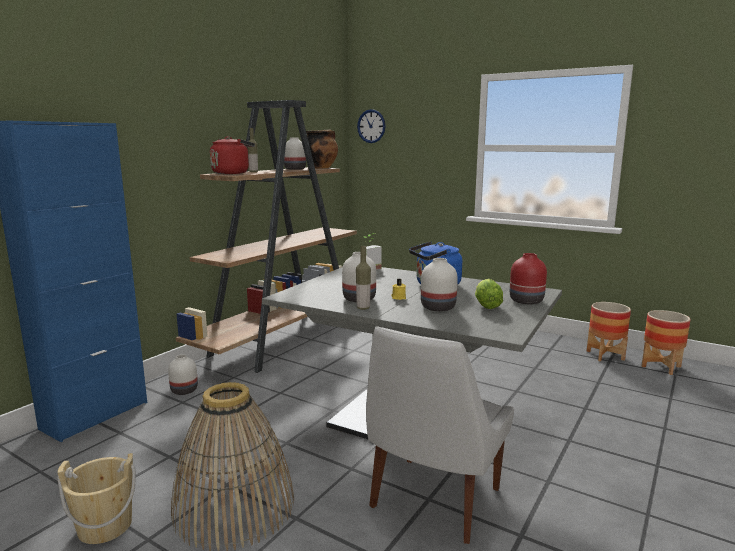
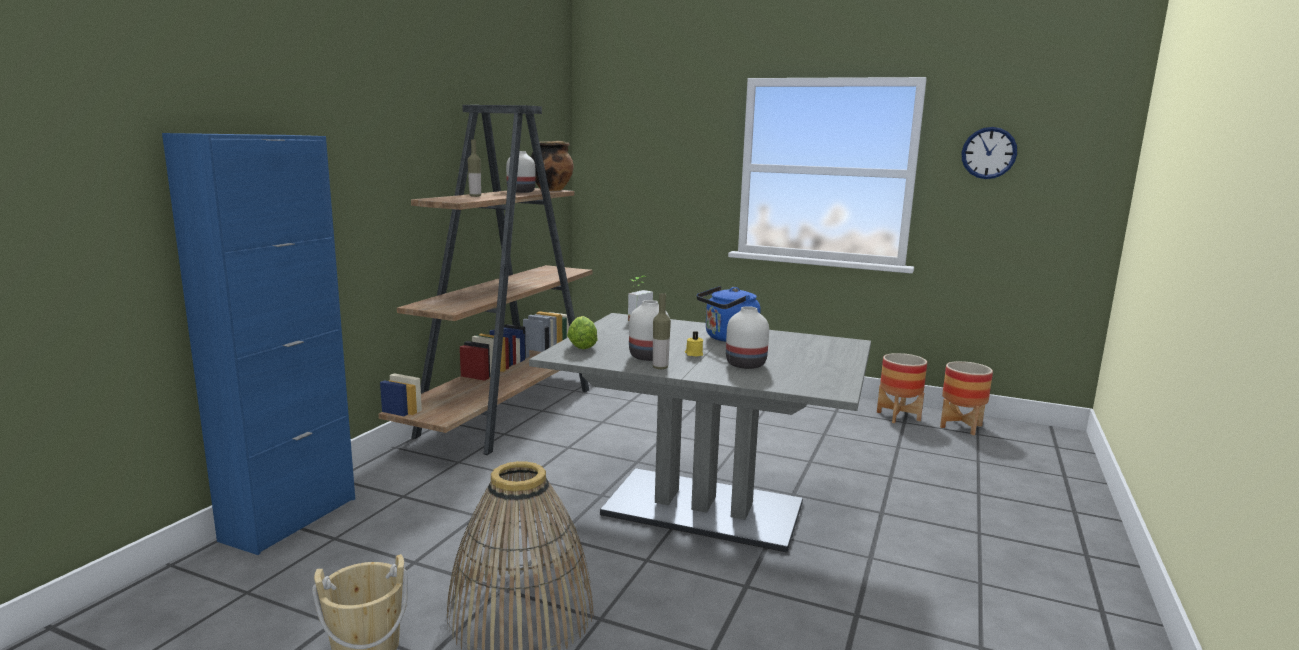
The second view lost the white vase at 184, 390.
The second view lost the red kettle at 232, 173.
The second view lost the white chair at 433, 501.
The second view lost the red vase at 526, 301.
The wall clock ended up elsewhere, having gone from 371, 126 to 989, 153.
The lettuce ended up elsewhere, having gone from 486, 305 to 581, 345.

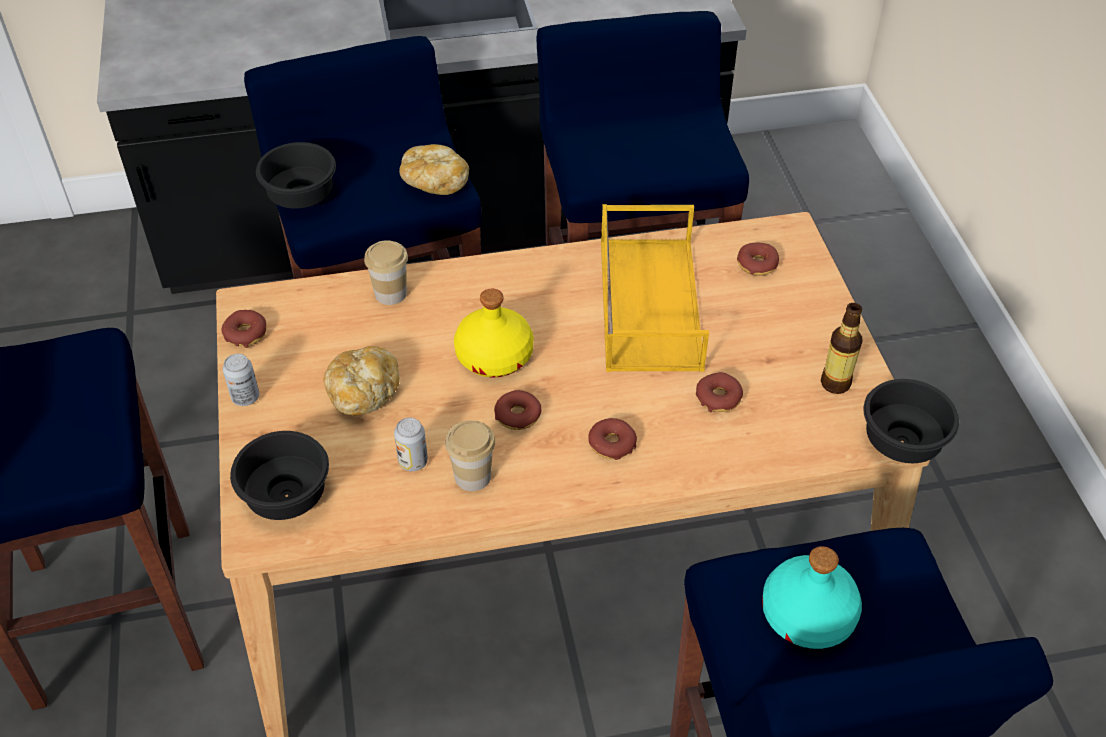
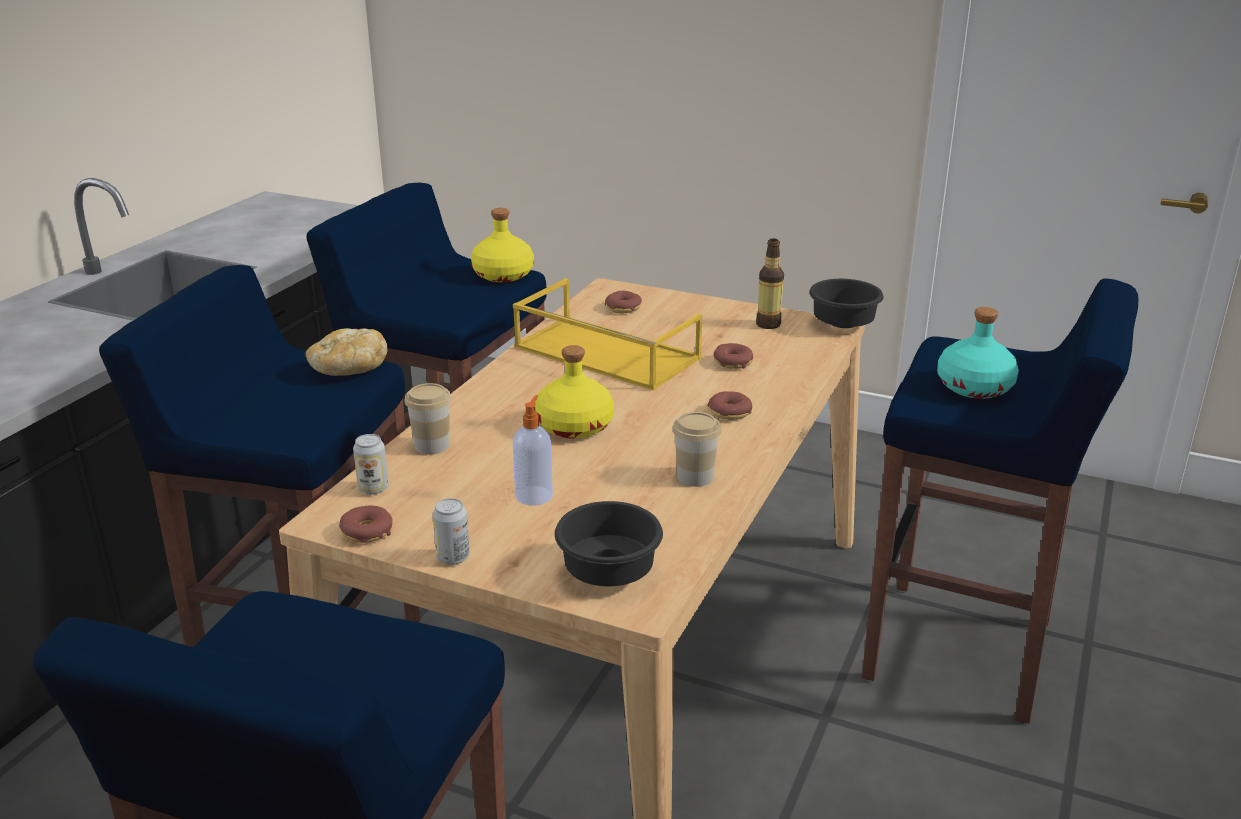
The second view lost the black bowl at 304, 196.
The second view lost the donut at 517, 415.
The second view gained the yellow bottle at 502, 275.
The can ended up elsewhere, having gone from 413, 461 to 373, 488.
Where the bread stood at 364, 393, the soap dispenser came to stand at 534, 495.

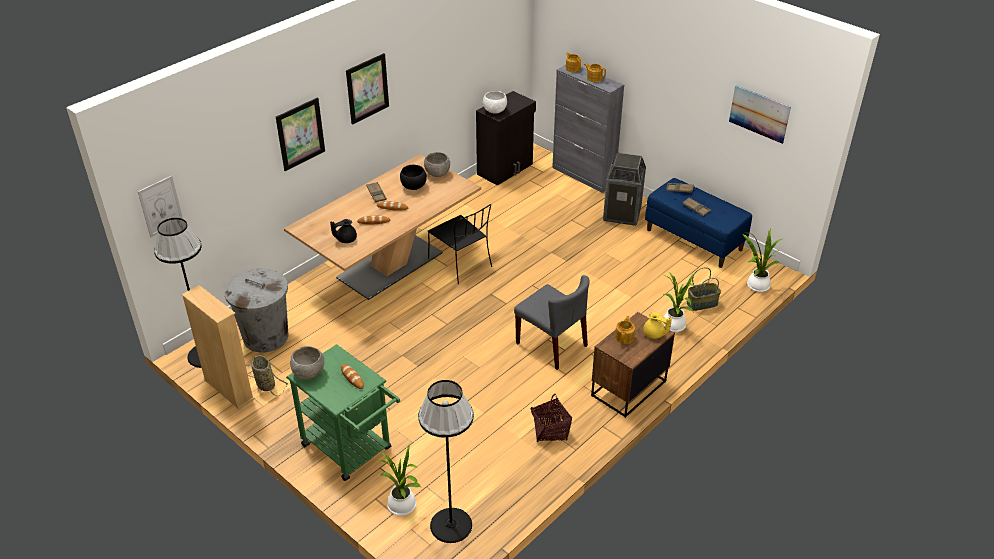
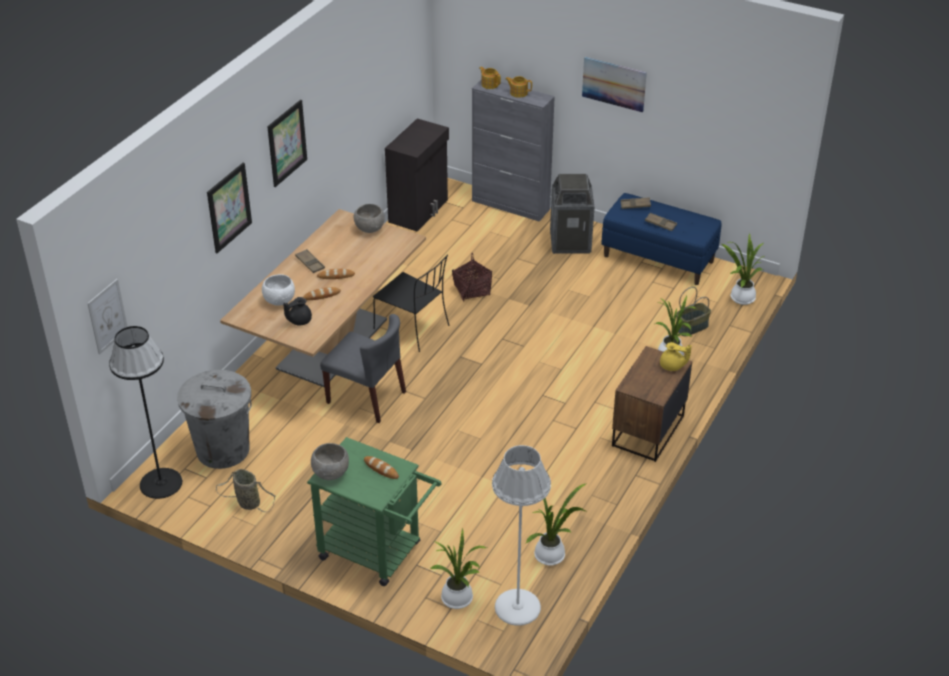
The second view lost the beige bookcase at 229, 389.
The second view lost the black bowl at 413, 186.
The second view lost the teapot at 624, 337.
The second view gained the potted plant at 552, 555.
The white bowl ended up elsewhere, having gone from 495, 111 to 280, 301.
The grey chair ended up elsewhere, having gone from 552, 344 to 367, 397.
The basket ended up elsewhere, having gone from 550, 430 to 472, 290.
The picture ended up elsewhere, having gone from 759, 114 to 614, 84.
What was the black floor lamp at 451, 525 turned into the white floor lamp at 517, 607.

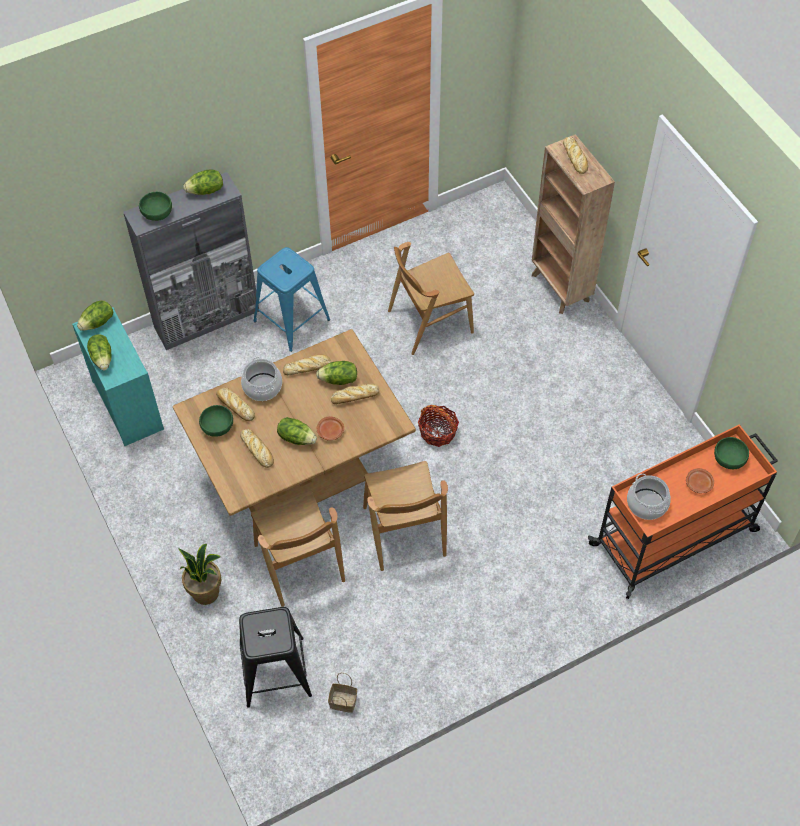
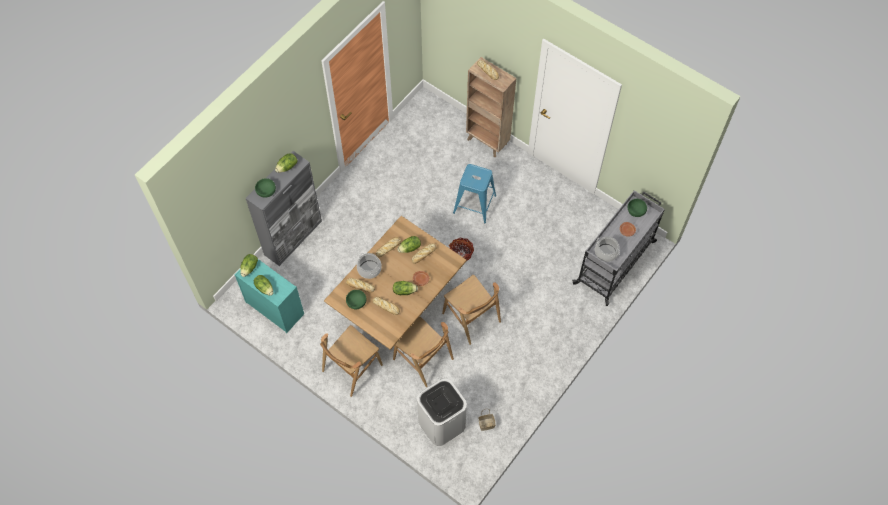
The second view lost the potted plant at 206, 592.
The blue stool ended up elsewhere, having gone from 291, 320 to 474, 204.
The brown chair ended up elsewhere, having gone from 430, 321 to 352, 368.
Where the black stool stood at 275, 671, the white trash can came to stand at 441, 423.
What was the orange cart at 675, 537 turned into the grey cart at 615, 262.

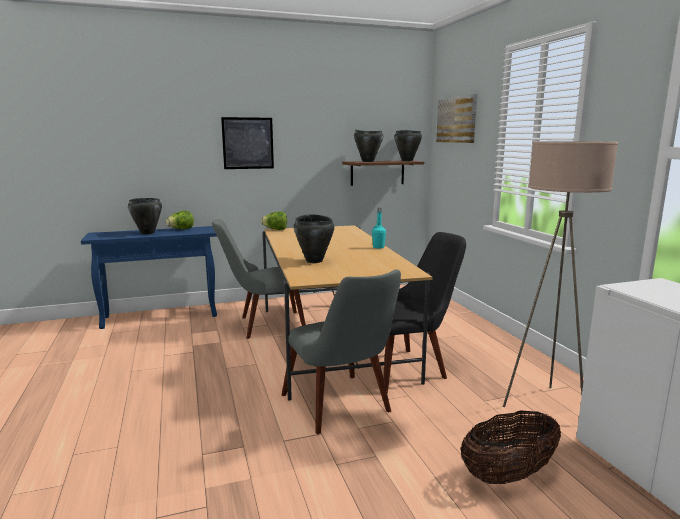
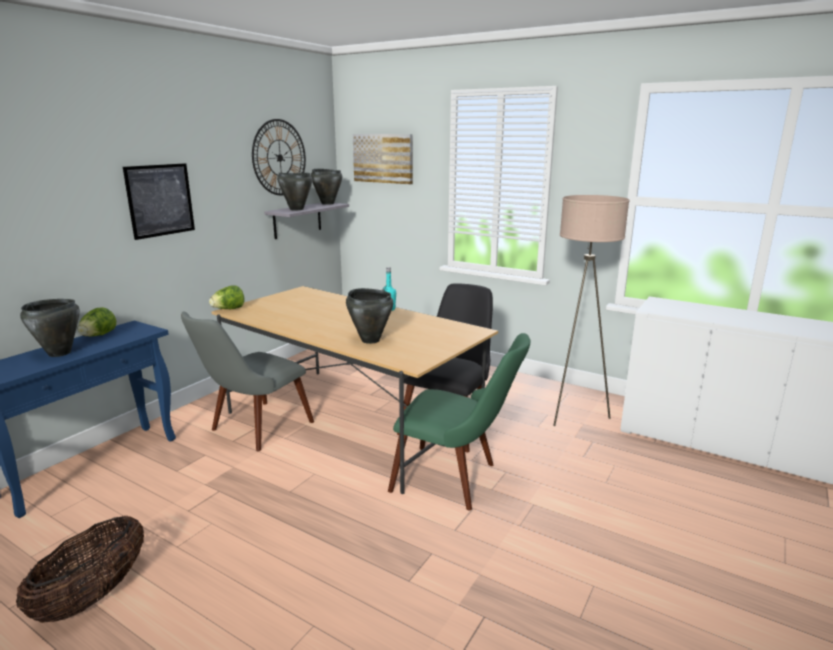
The second view gained the wall clock at 279, 157.
The basket ended up elsewhere, having gone from 508, 475 to 93, 596.
What was the grey chair at 343, 409 turned into the green chair at 457, 479.
What was the brown shelf at 377, 173 turned into the grey shelf at 297, 220.

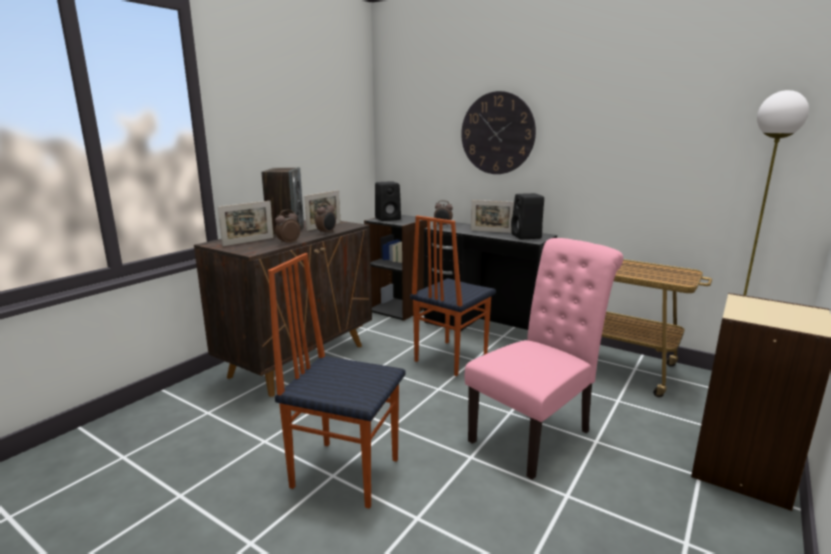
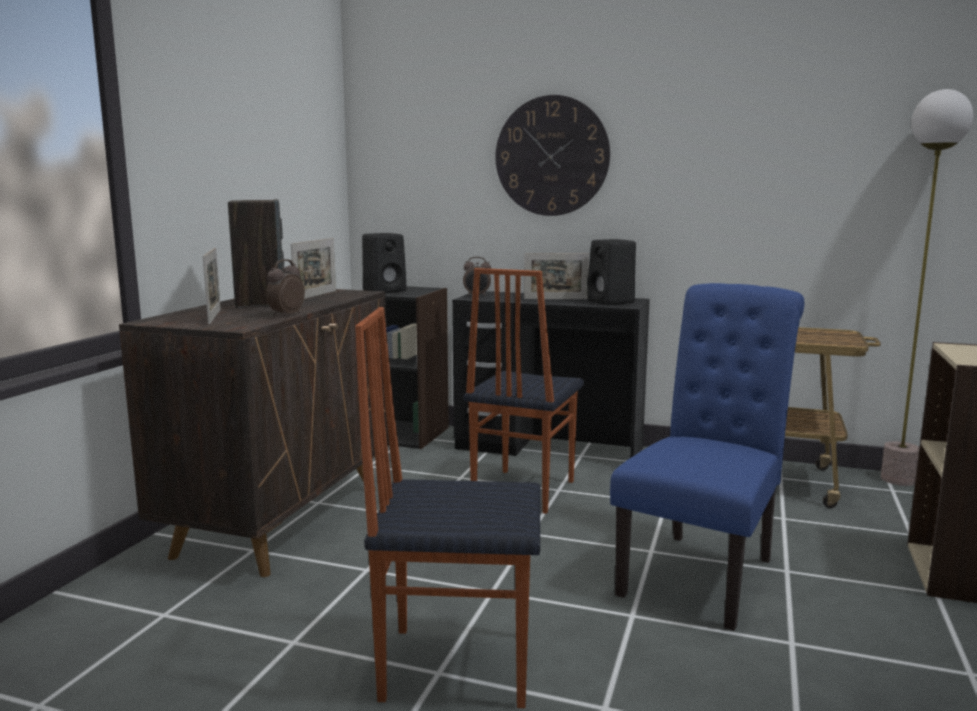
The second view lost the alarm clock at 327, 233.
What was the pink chair at 536, 433 turned into the blue chair at 703, 572.
The picture frame at 248, 242 ended up facing another way, 45 degrees counterclockwise from before.

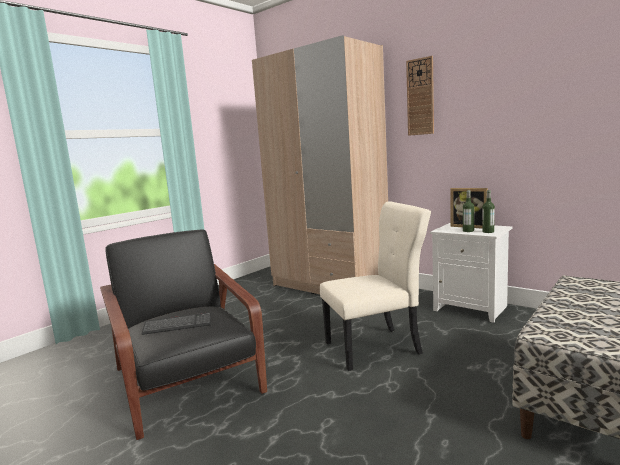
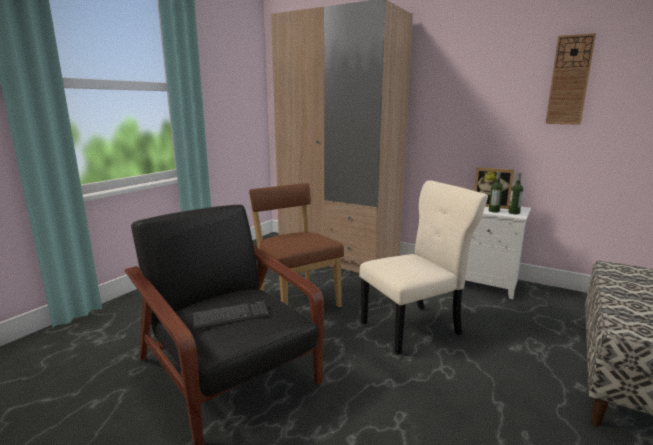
The second view gained the brown chair at 296, 300.
The wall clock ended up elsewhere, having gone from 420, 97 to 569, 80.

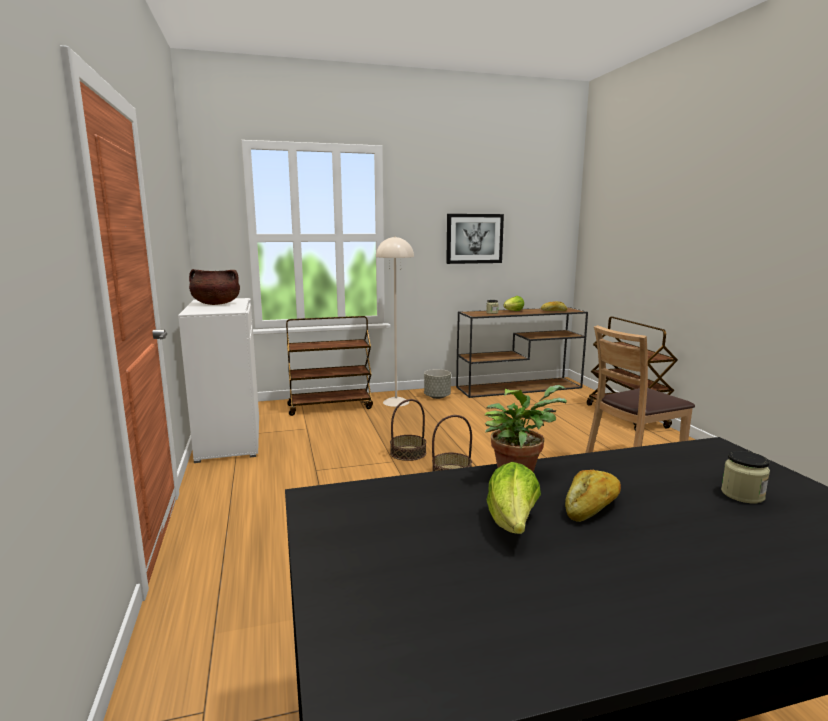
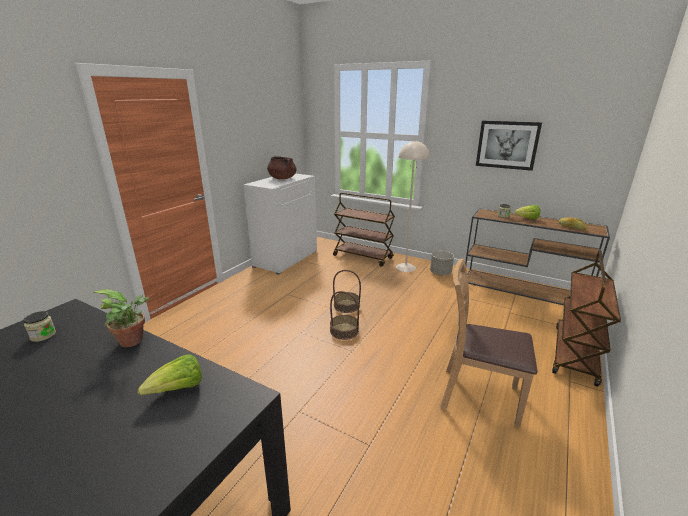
The second view lost the bread at 592, 506.
The lettuce ended up elsewhere, having gone from 512, 524 to 178, 389.
The jar ended up elsewhere, having gone from 742, 494 to 43, 335.

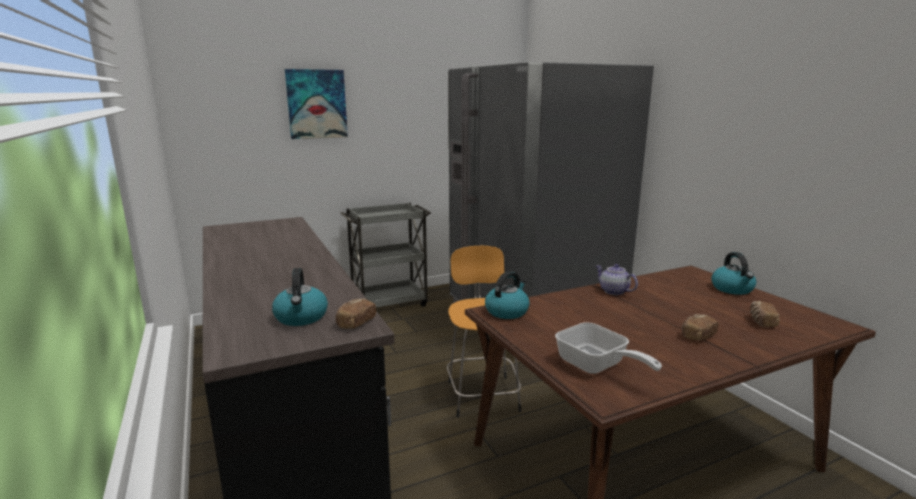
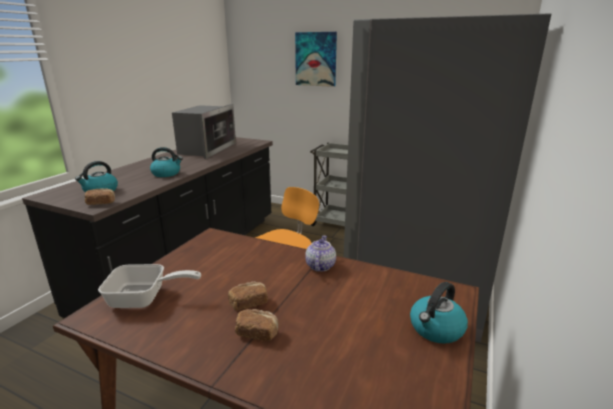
The second view gained the microwave at 206, 149.
The kettle ended up elsewhere, having gone from 507, 311 to 167, 173.
The bread ended up elsewhere, having gone from 761, 322 to 248, 303.
The frying pan at 596, 366 ended up facing another way, 105 degrees counterclockwise from before.

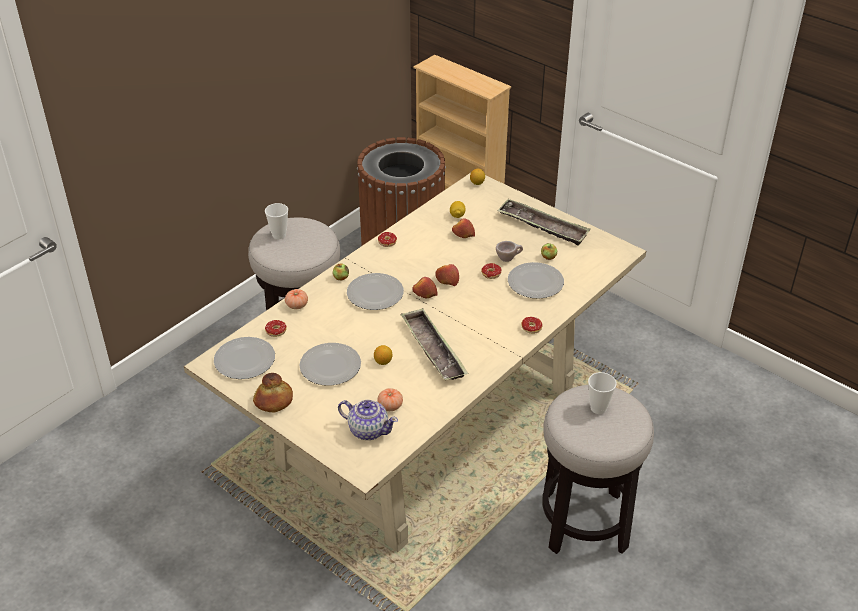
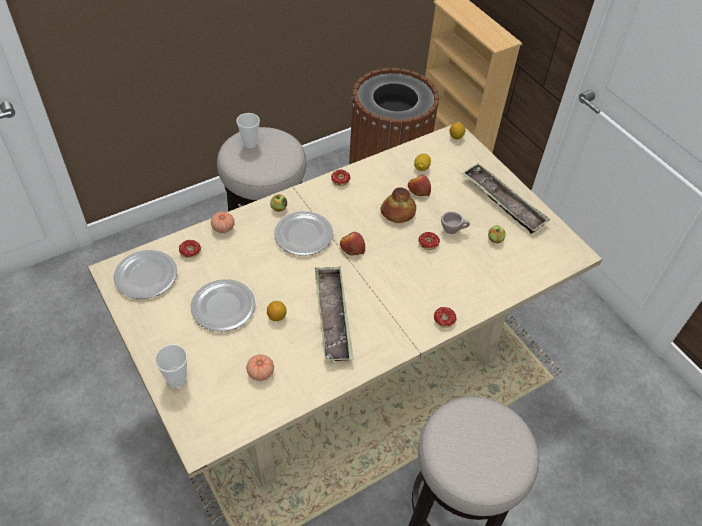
The second view lost the teapot at 368, 430.
The second view lost the apple at 447, 279.
The second view lost the plate at 536, 282.
The bread ended up elsewhere, having gone from 273, 401 to 397, 212.
The cup ended up elsewhere, having gone from 598, 408 to 177, 379.

